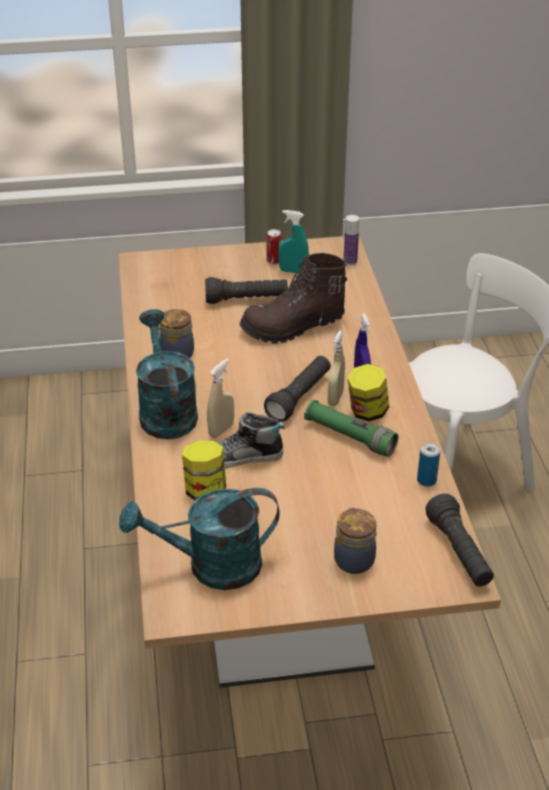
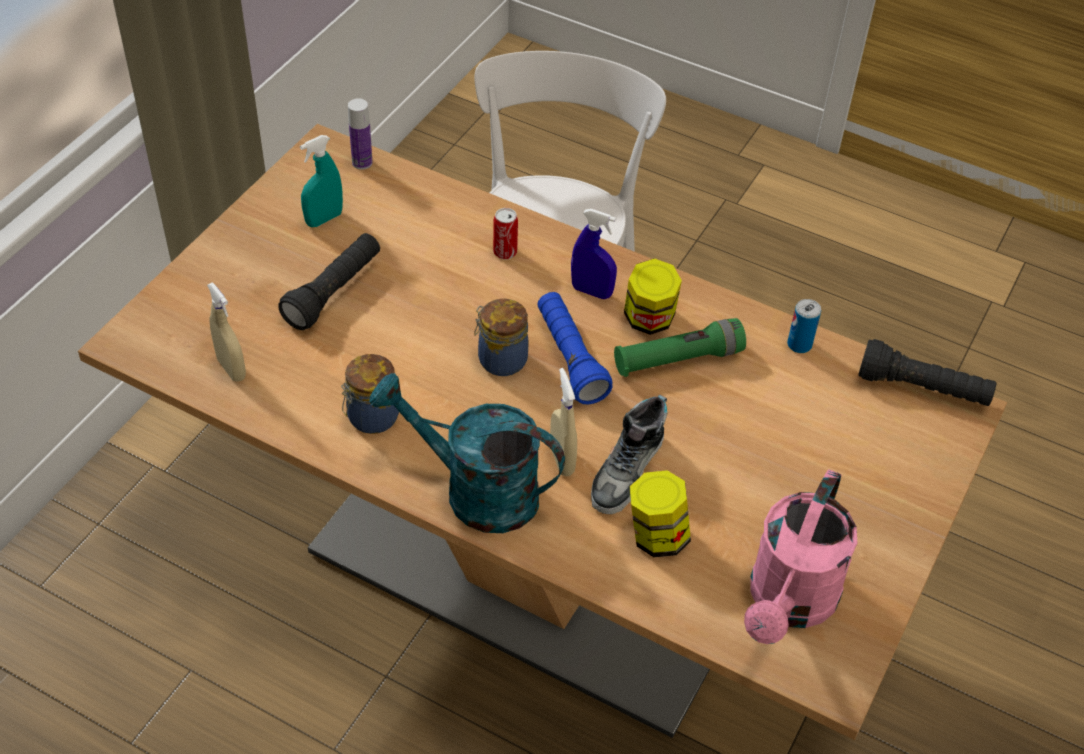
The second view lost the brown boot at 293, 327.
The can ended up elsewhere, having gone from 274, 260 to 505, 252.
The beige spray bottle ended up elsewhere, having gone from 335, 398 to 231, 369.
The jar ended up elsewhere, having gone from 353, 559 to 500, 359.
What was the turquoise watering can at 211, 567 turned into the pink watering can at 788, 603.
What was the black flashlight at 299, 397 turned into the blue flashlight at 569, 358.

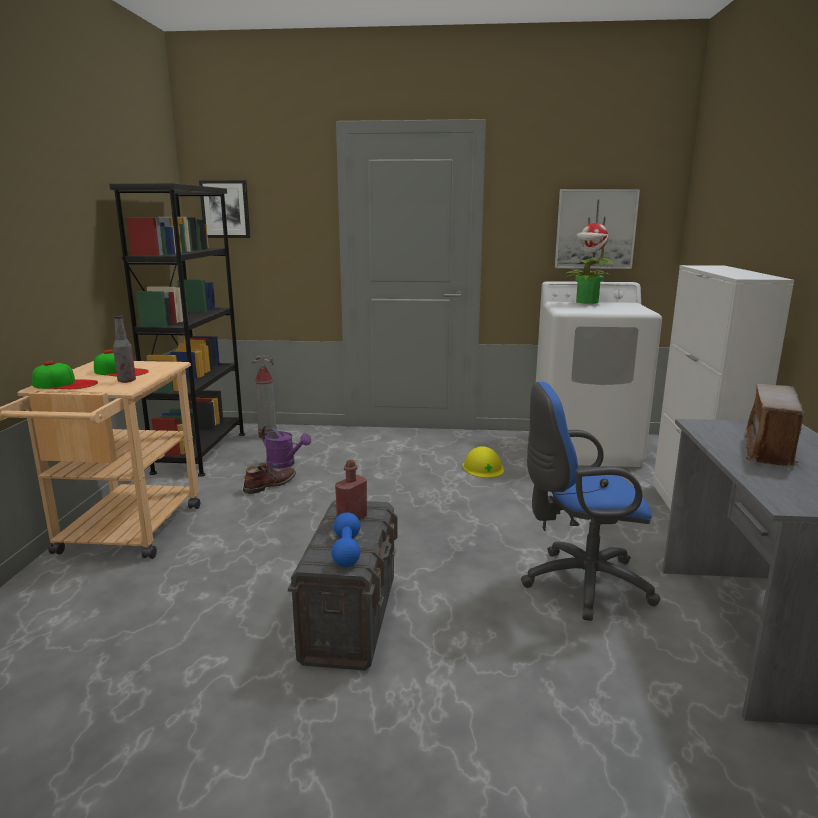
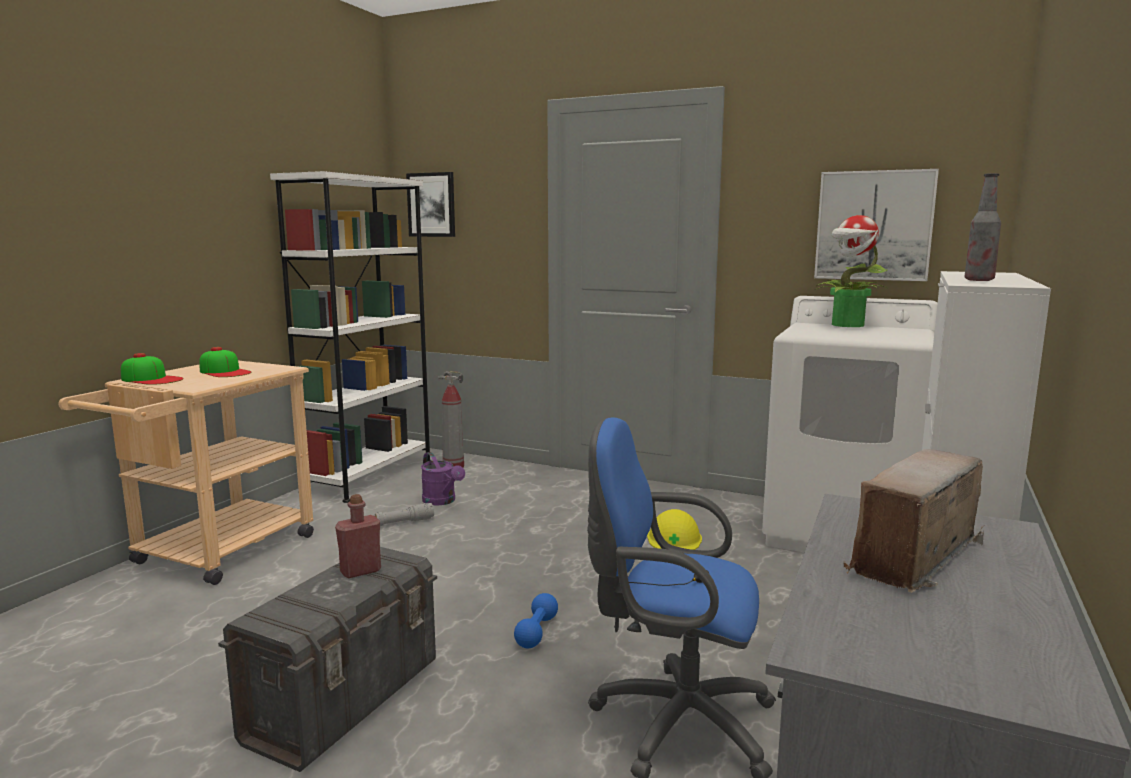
The bottle ended up elsewhere, having gone from 127, 381 to 979, 280.
The blue dumbbell ended up elsewhere, having gone from 346, 550 to 536, 632.
Where the brown boot stood at 269, 485, the grey flashlight came to stand at 404, 522.
What was the black bookcase at 201, 452 turned into the white bookcase at 369, 476.

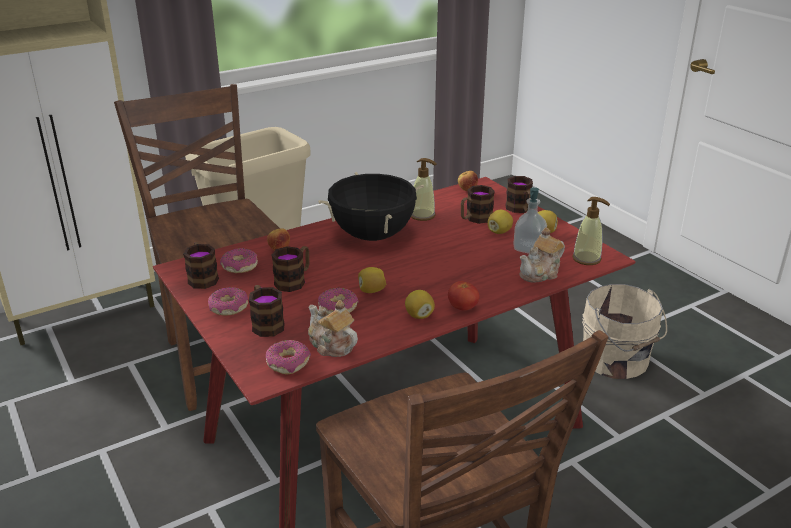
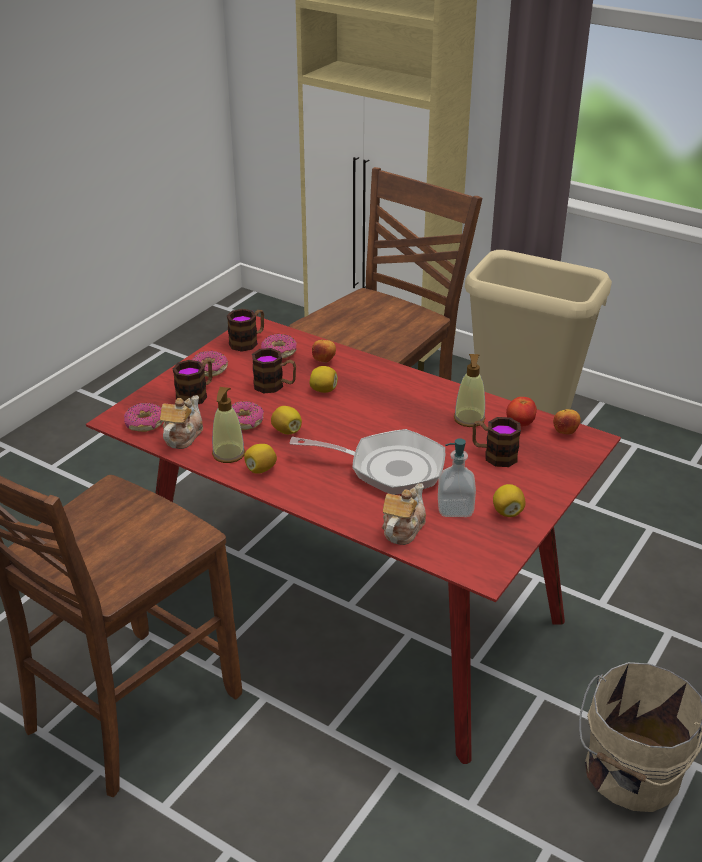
The second view lost the black cooking pot at 372, 235.
The second view lost the mug at 520, 209.
The second view gained the frying pan at 389, 468.
The tomato ended up elsewhere, having gone from 462, 308 to 520, 423.
The lemon ended up elsewhere, having gone from 499, 232 to 323, 390.
The soap dispenser ended up elsewhere, having gone from 587, 259 to 228, 454.
The teapot at 541, 273 ended up facing another way, 90 degrees clockwise from before.

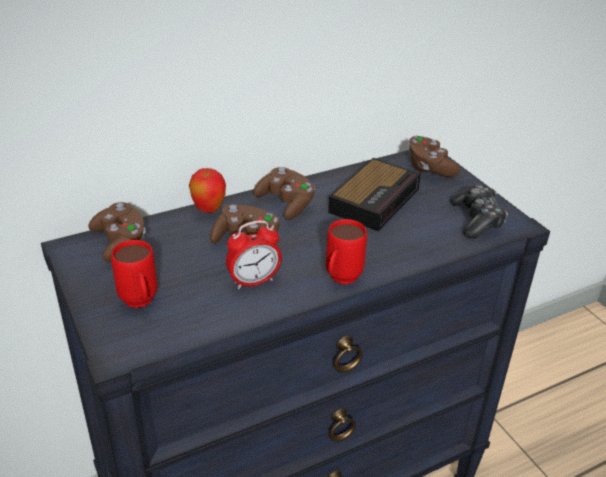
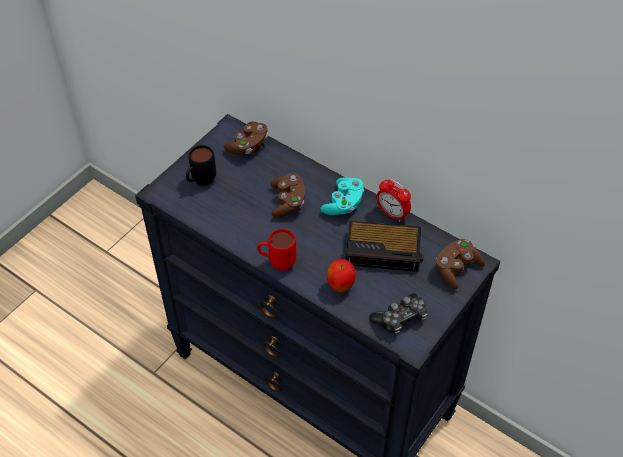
The apple ended up elsewhere, having gone from 209, 209 to 340, 287.
The alarm clock ended up elsewhere, having gone from 254, 281 to 392, 214.
What was the red mug at 140, 304 turned into the black mug at 201, 182.
What was the brown game controller at 286, 204 turned into the turquoise game controller at 343, 204.

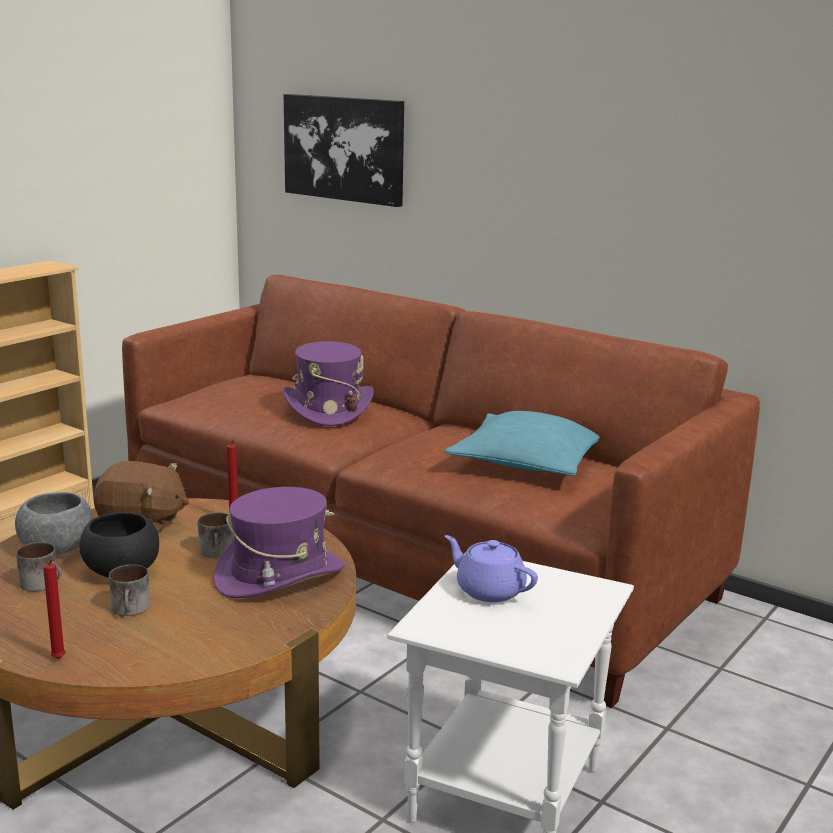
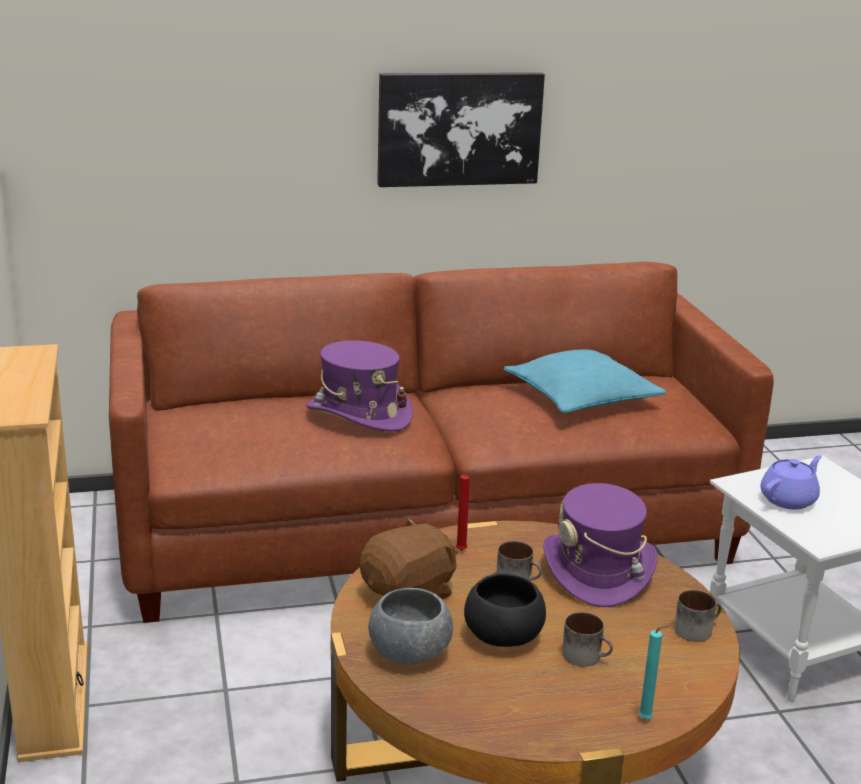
The mug ended up elsewhere, having gone from 44, 583 to 696, 629.
The picture ended up elsewhere, having gone from 344, 148 to 459, 128.
What was the red candle at 59, 660 turned into the turquoise candle at 647, 719.
The purple teapot at 488, 590 ended up facing another way, 150 degrees clockwise from before.

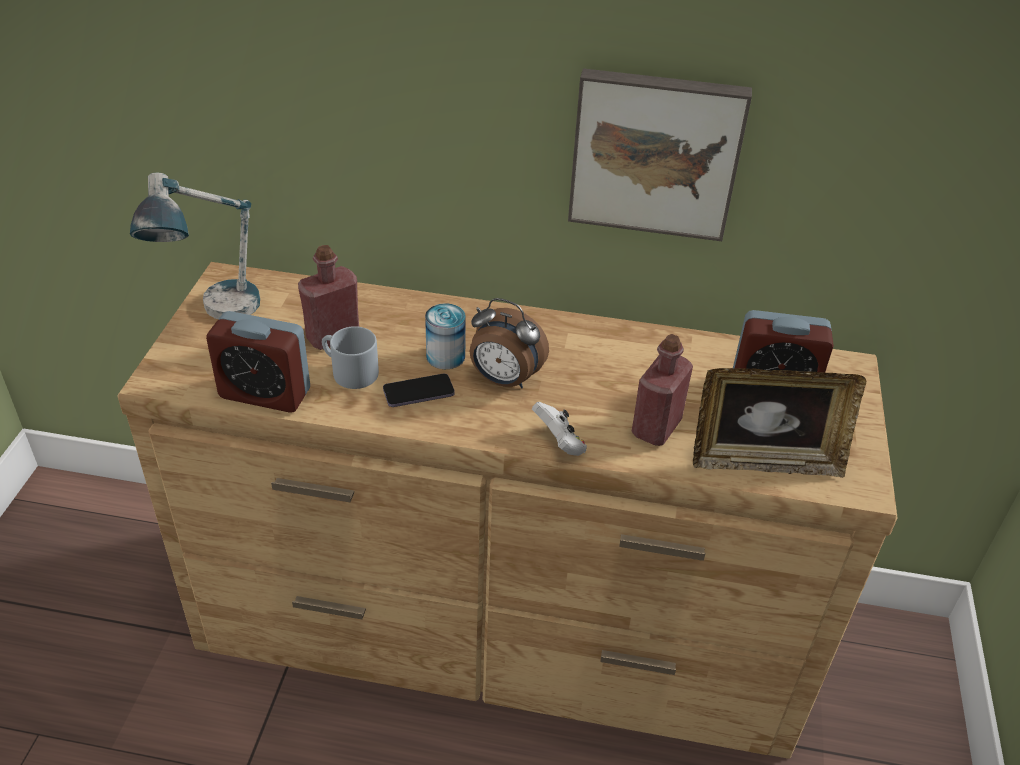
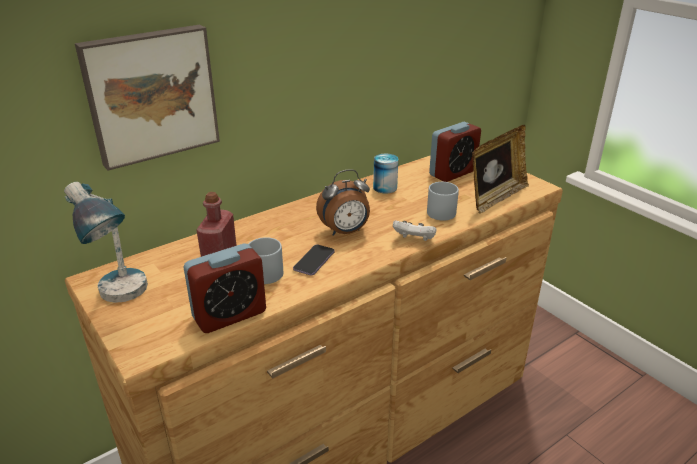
The can ended up elsewhere, having gone from 445, 356 to 385, 187.
The picture ended up elsewhere, having gone from 655, 153 to 151, 95.
Where the red bottle stood at 656, 428, the grey mug came to stand at 439, 210.

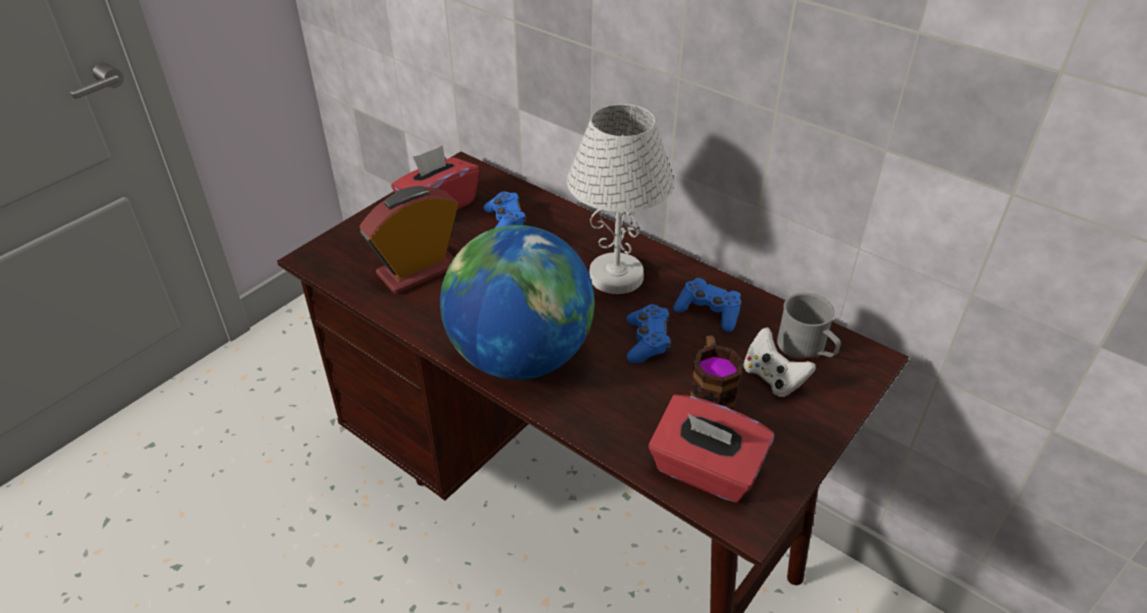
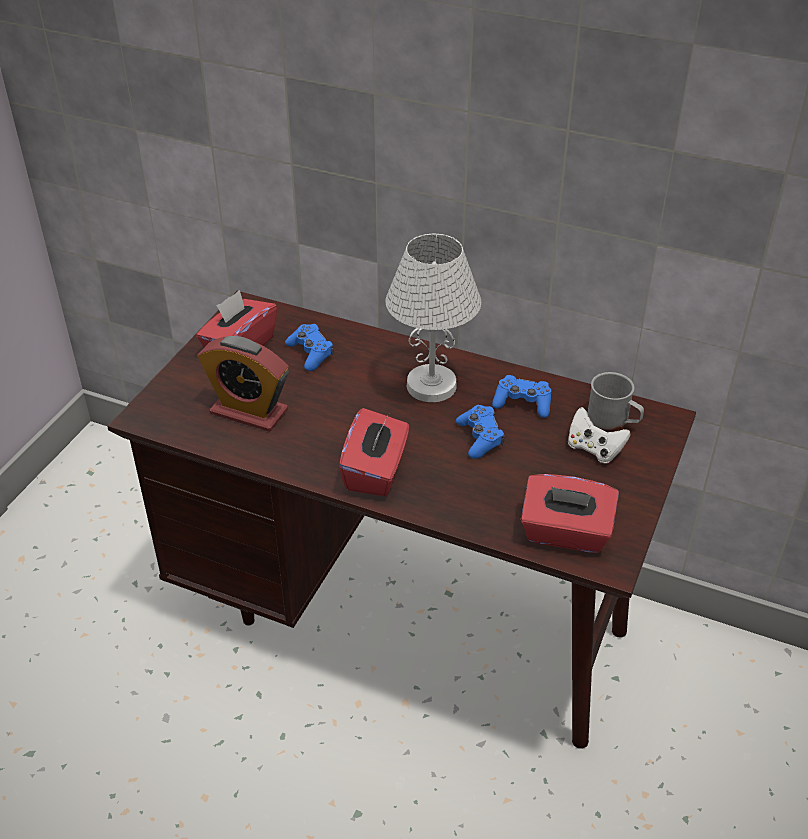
The second view lost the mug at 710, 393.
Where the globe stood at 520, 357, the red tissue box came to stand at 376, 471.
The alarm clock at 418, 271 ended up facing another way, 105 degrees counterclockwise from before.

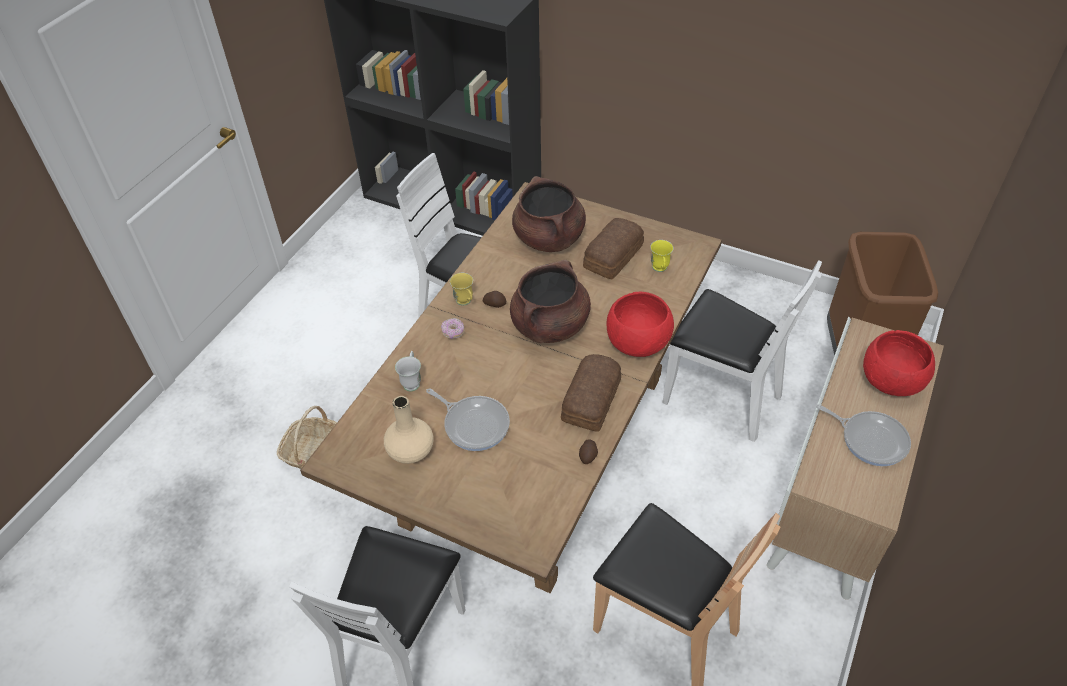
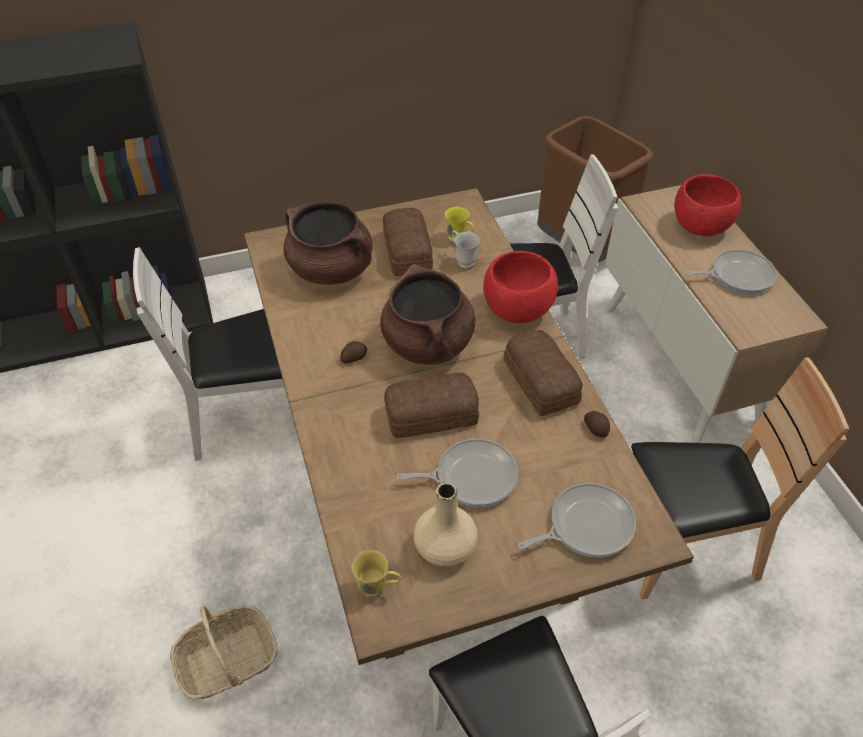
The second view lost the donut at 453, 332.
The second view gained the bread at 429, 414.
The second view gained the frying pan at 586, 525.
The white mug ended up elsewhere, having gone from 412, 381 to 462, 260.
The yellow mug ended up elsewhere, having gone from 465, 302 to 378, 588.

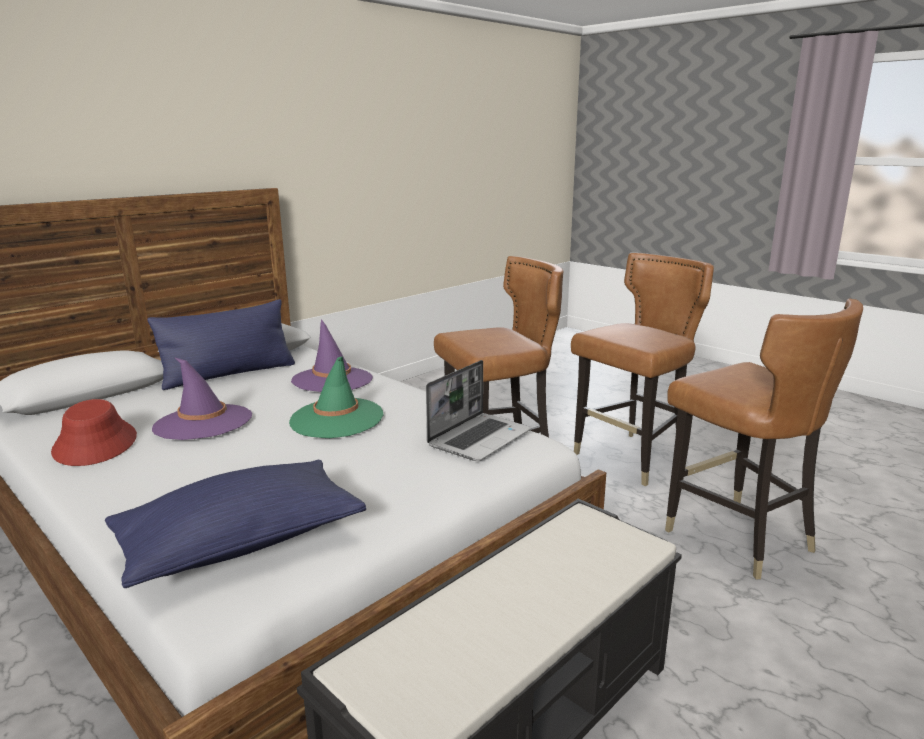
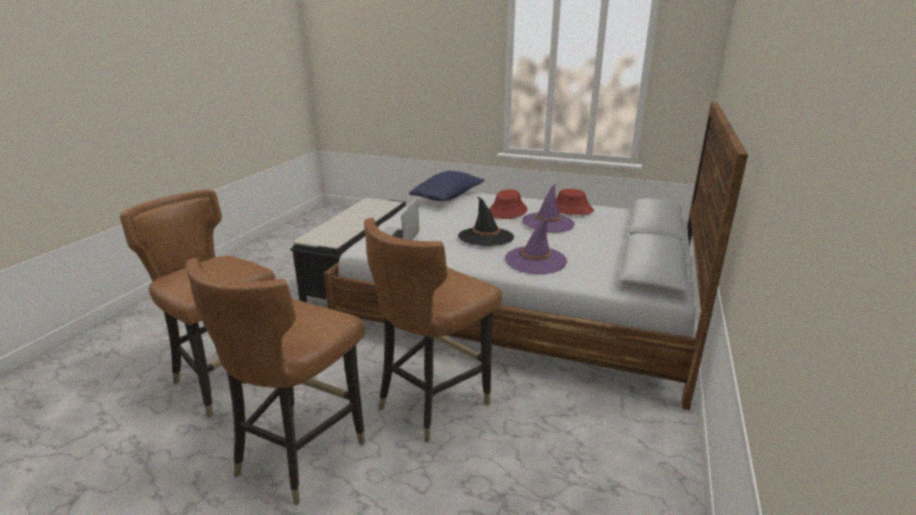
The second view lost the blue pillow at 229, 374.
The second view gained the red hat at 507, 211.
What was the green hat at 336, 418 turned into the black hat at 485, 237.

